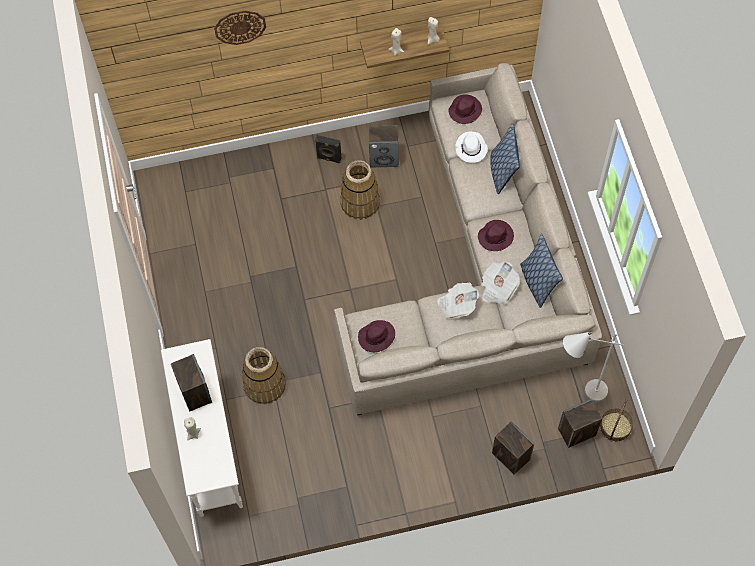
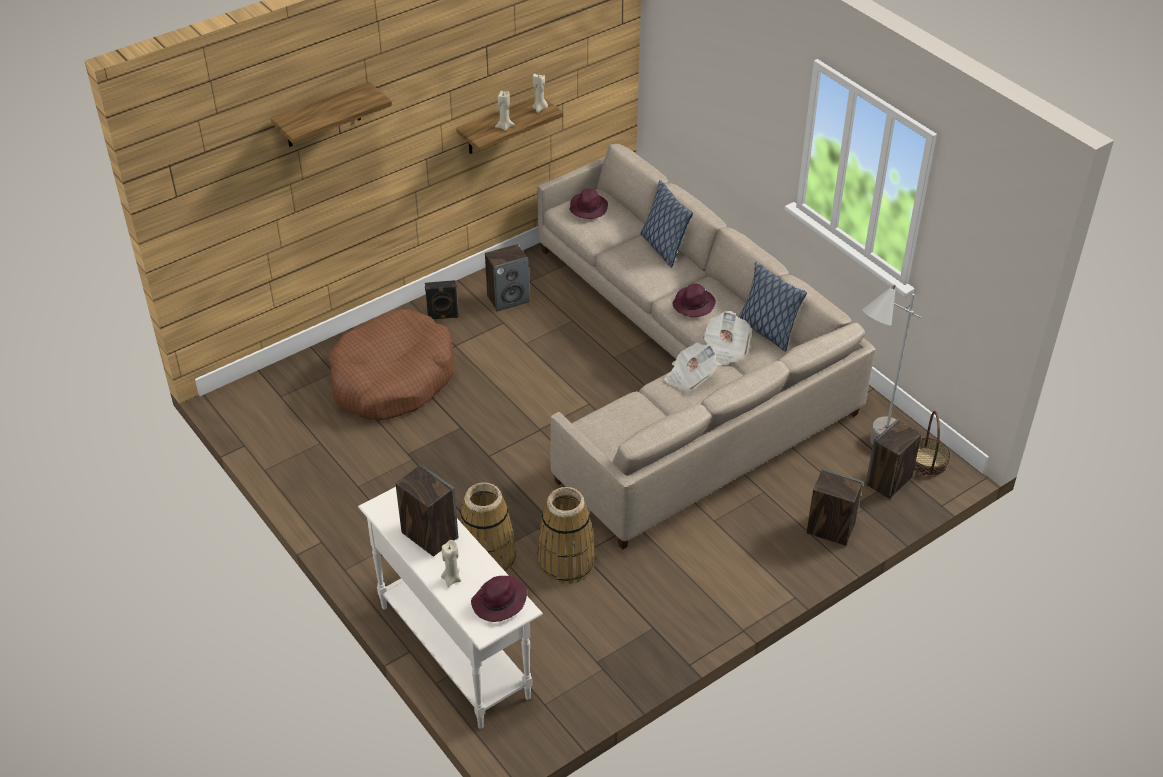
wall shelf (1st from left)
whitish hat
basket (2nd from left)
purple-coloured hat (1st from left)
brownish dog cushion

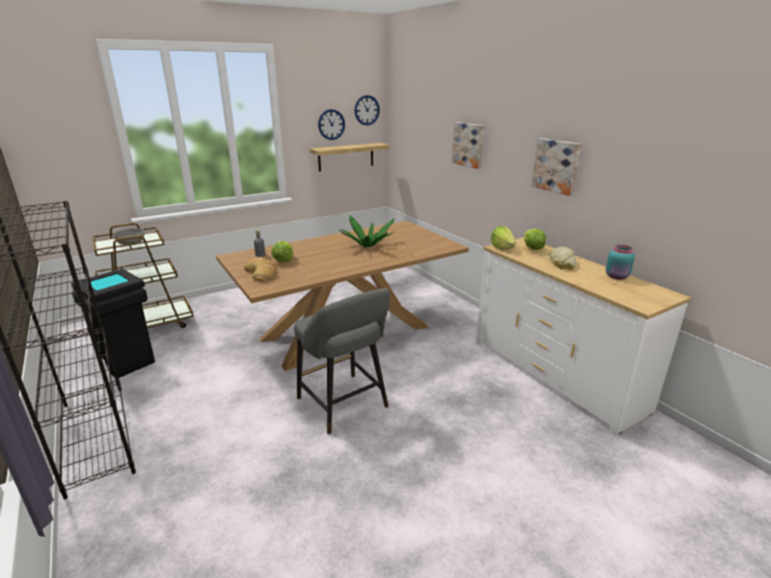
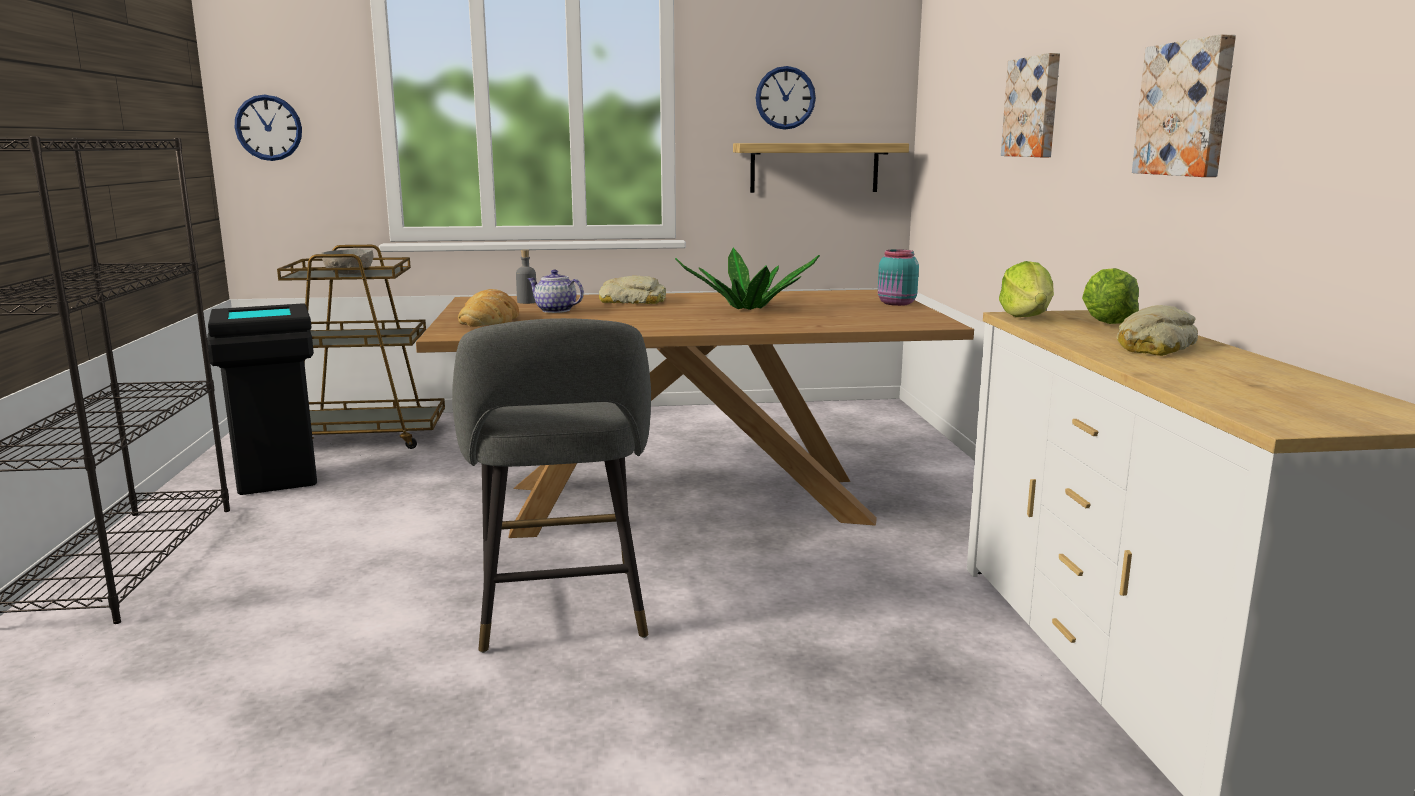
wall clock (1st from left)
tea pot
blue-green jar
bread (2nd from left)

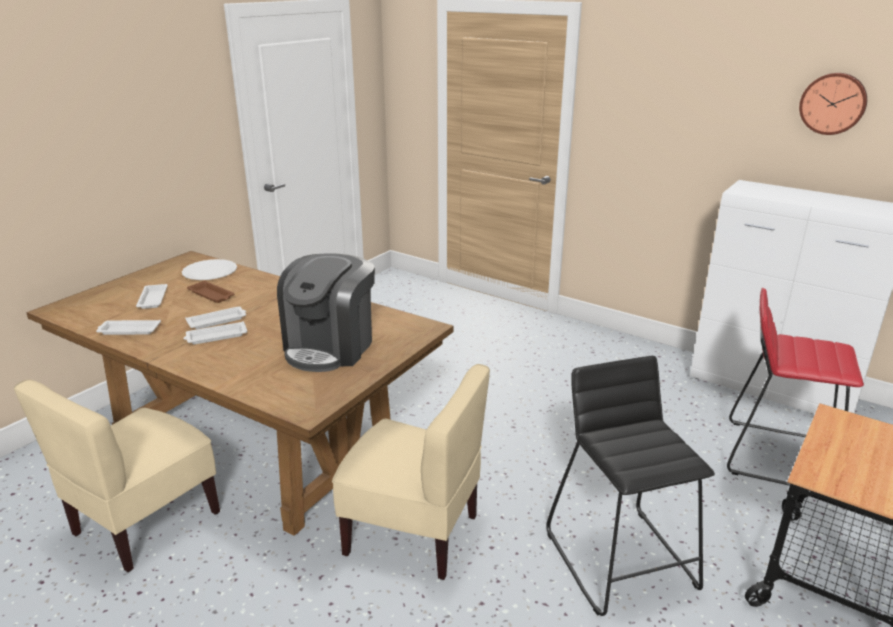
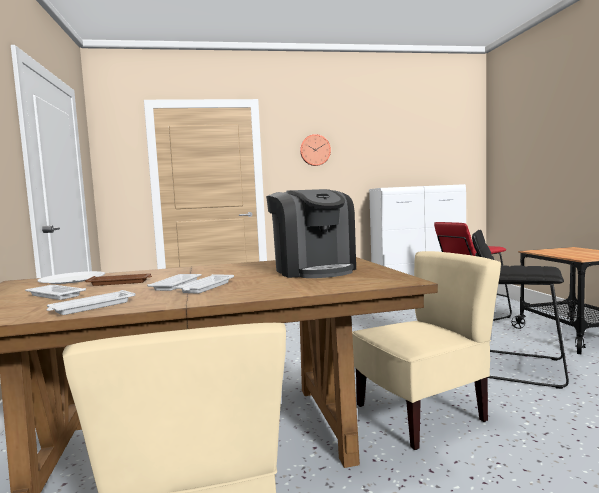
wall clock

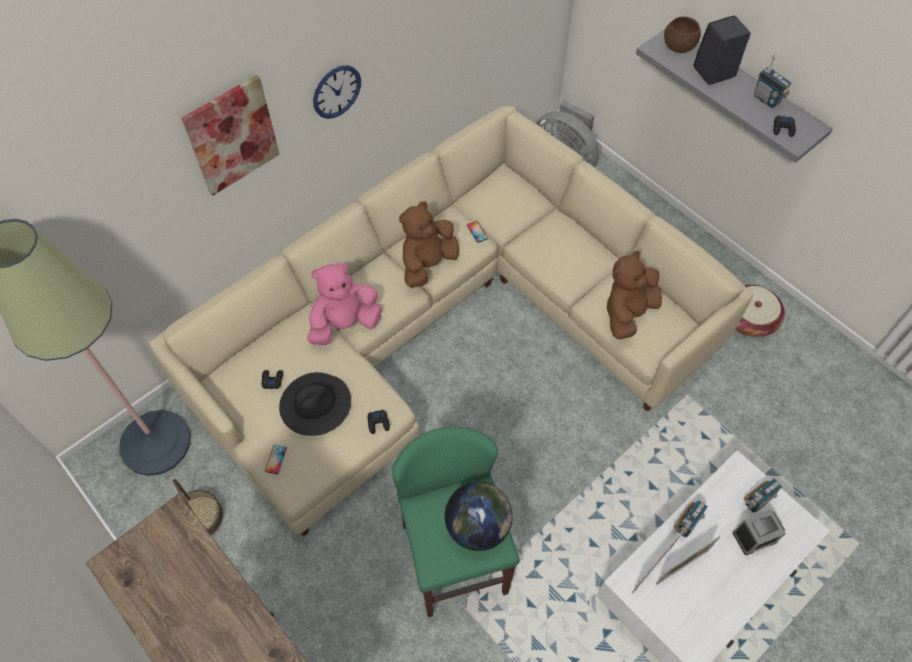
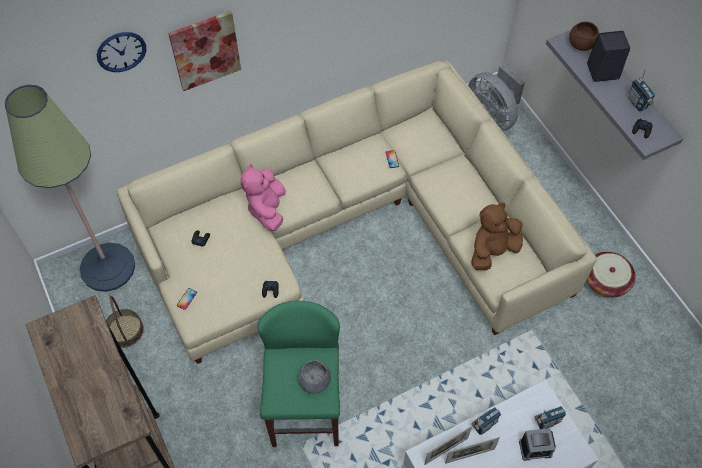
wall clock
brownish plush toy (1st from left in the first image)
pink plush toy
blackish hat
grey bowl

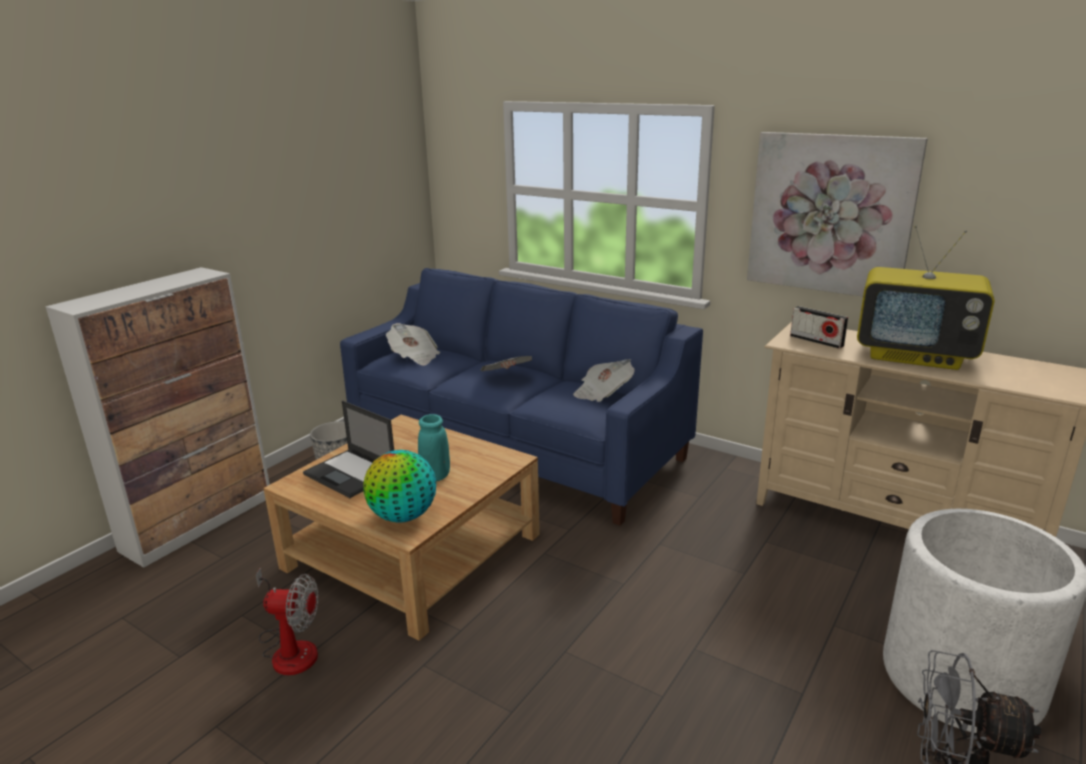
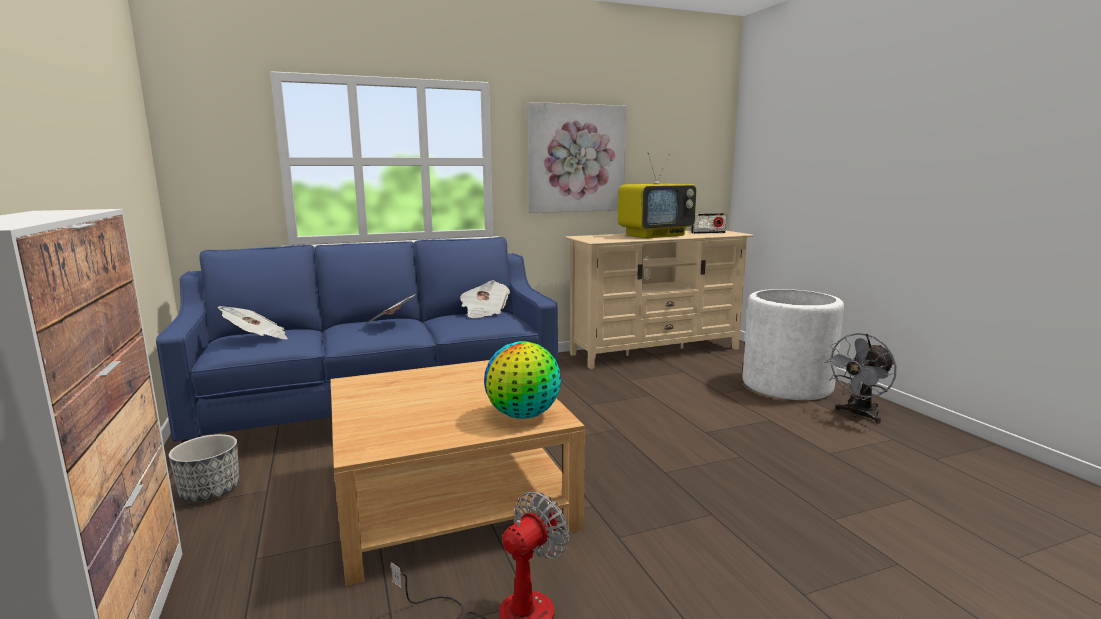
radio receiver
notebook computer
blue-green vase

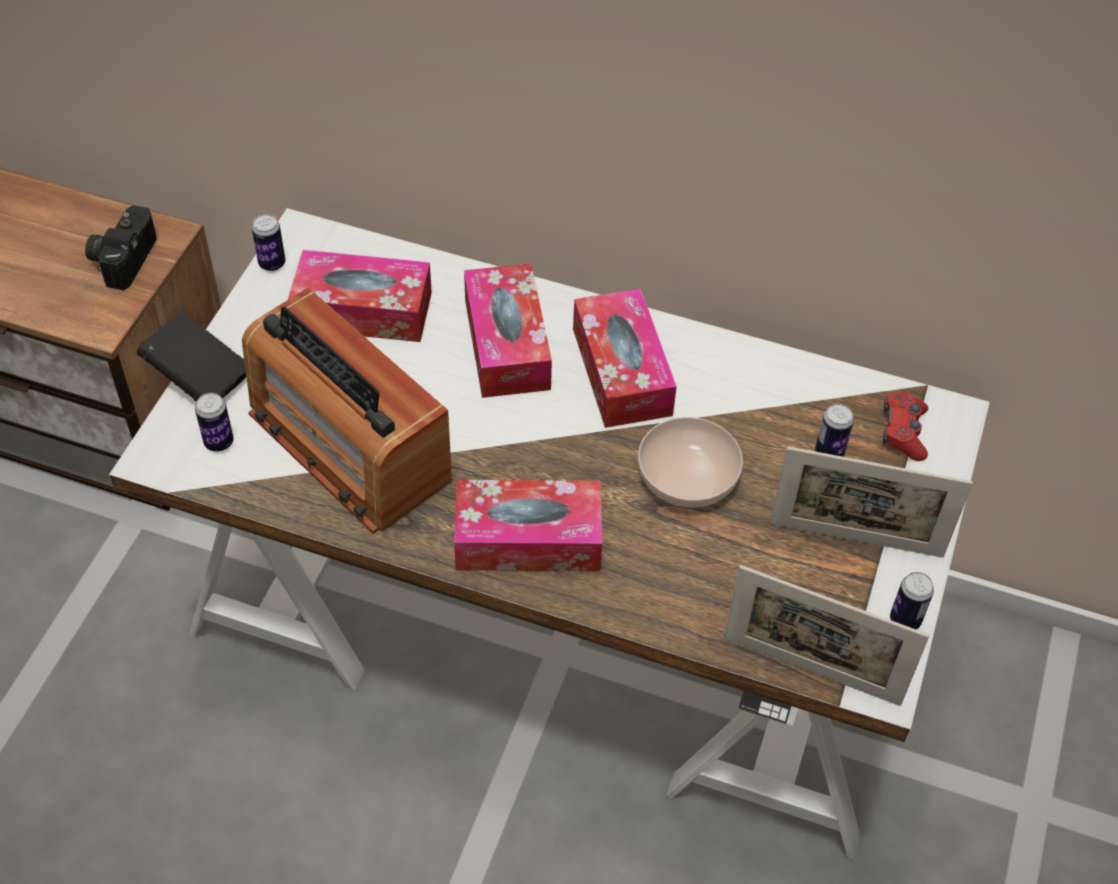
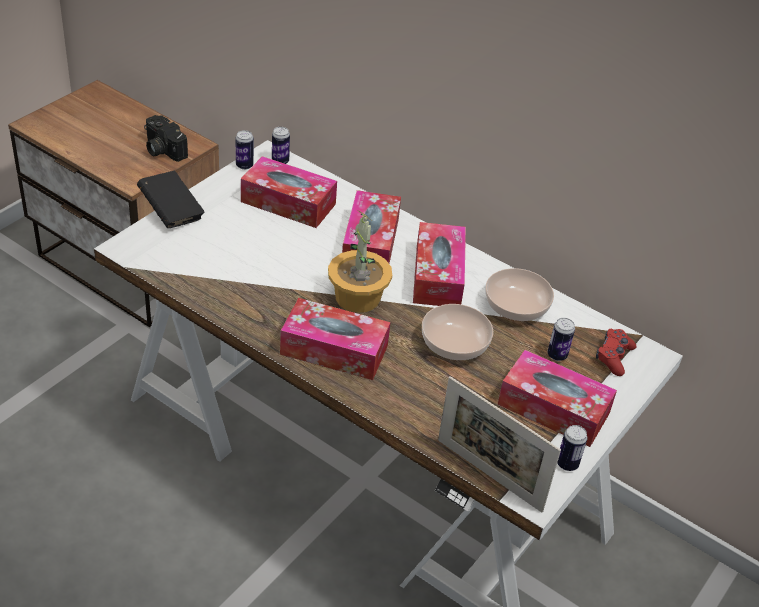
still camera
radio receiver
sealed can (2nd from left)
tissue box (5th from left)
plant in a pot
bowl (2nd from left)

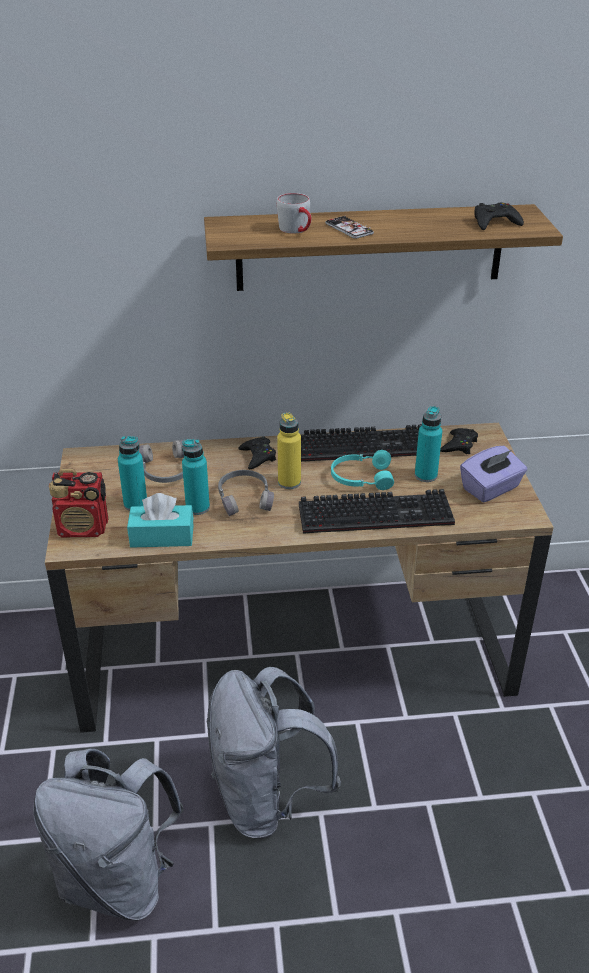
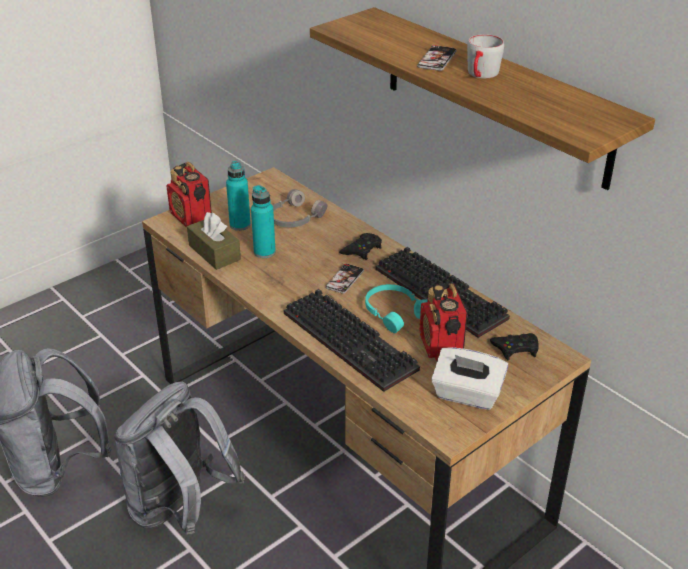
grey mug
blackish game controller (3rd from left in the first image)
radio receiver (2nd from left)
telephone (1st from left)
whitish tissue box
grey headset (2nd from left in the first image)
brownish tissue box

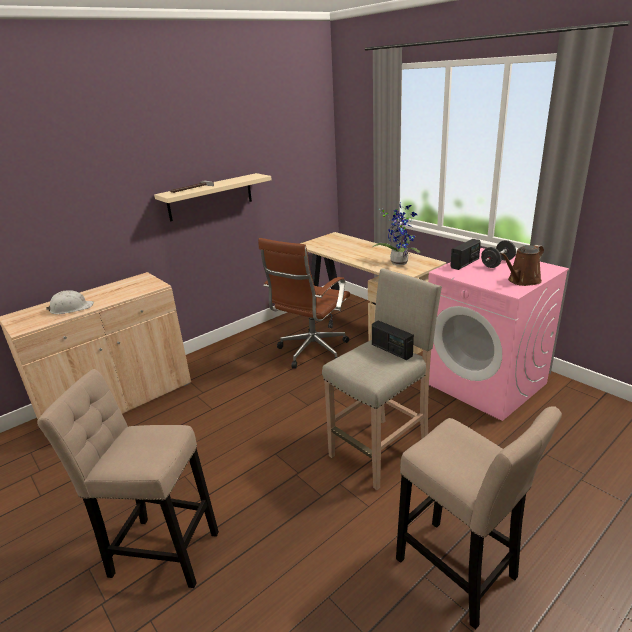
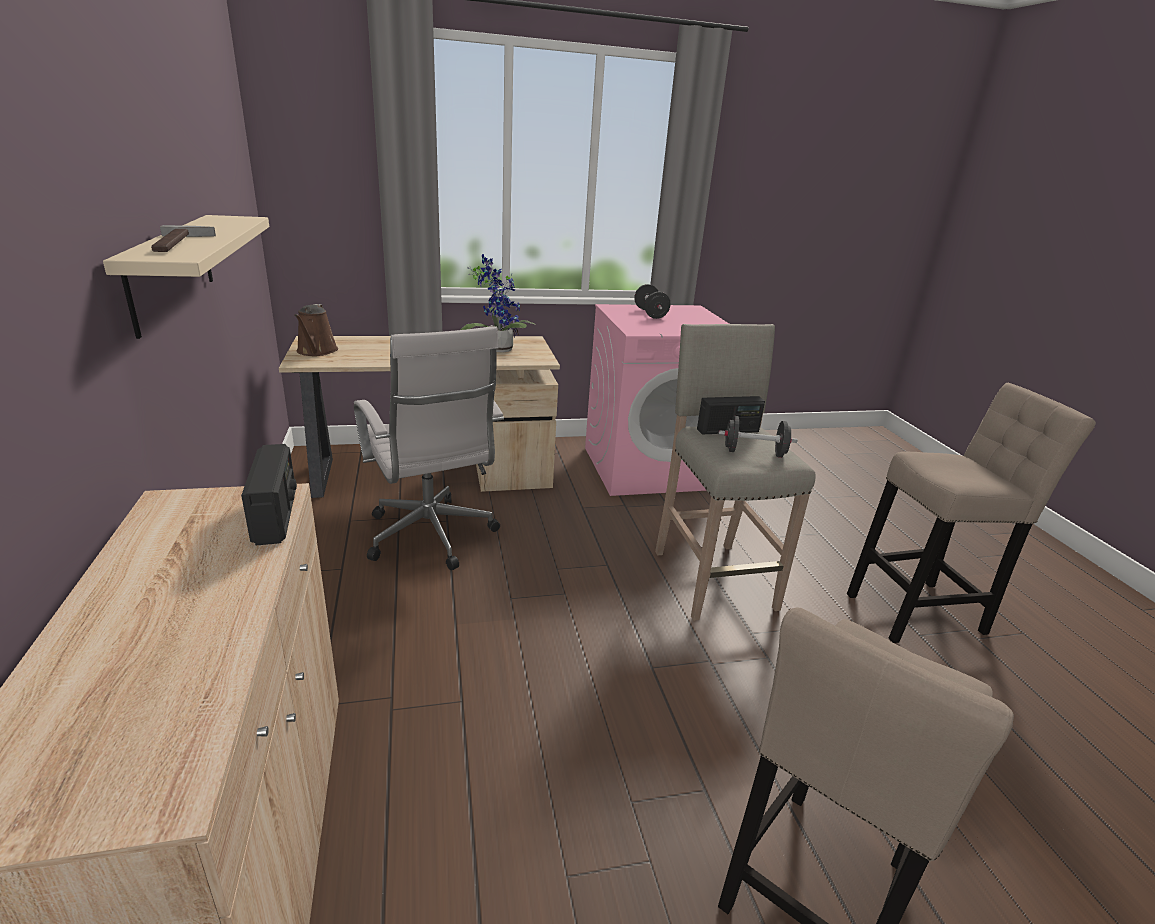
whitish desk chair
radio receiver (1st from left)
brownish sprinkling can
whitish hard hat
blackish hand weight (2nd from left)

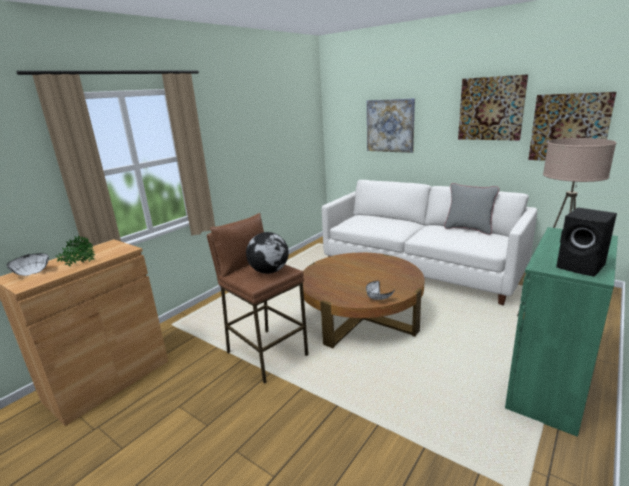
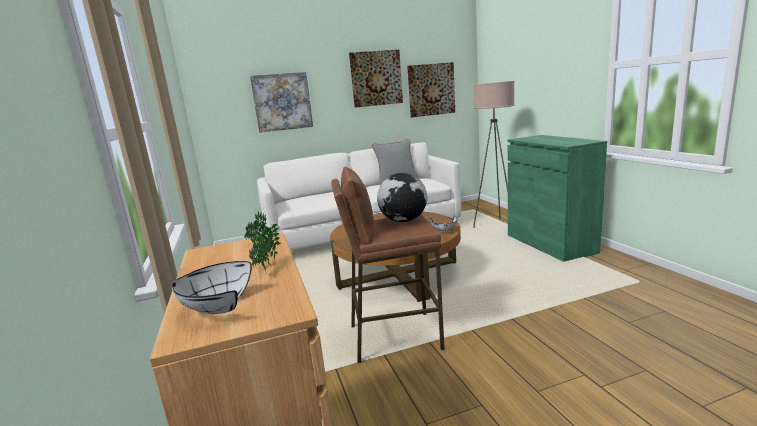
blackish loudspeaker

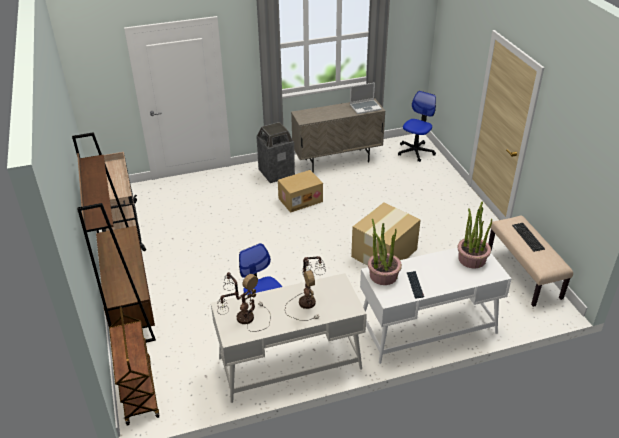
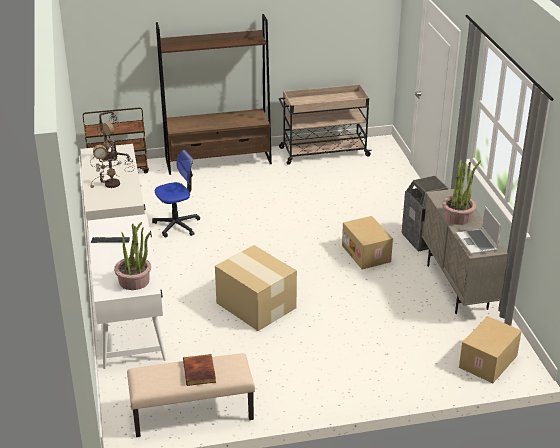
cardboard box (3rd from left)
plant in a pot (2nd from left)
bound book

